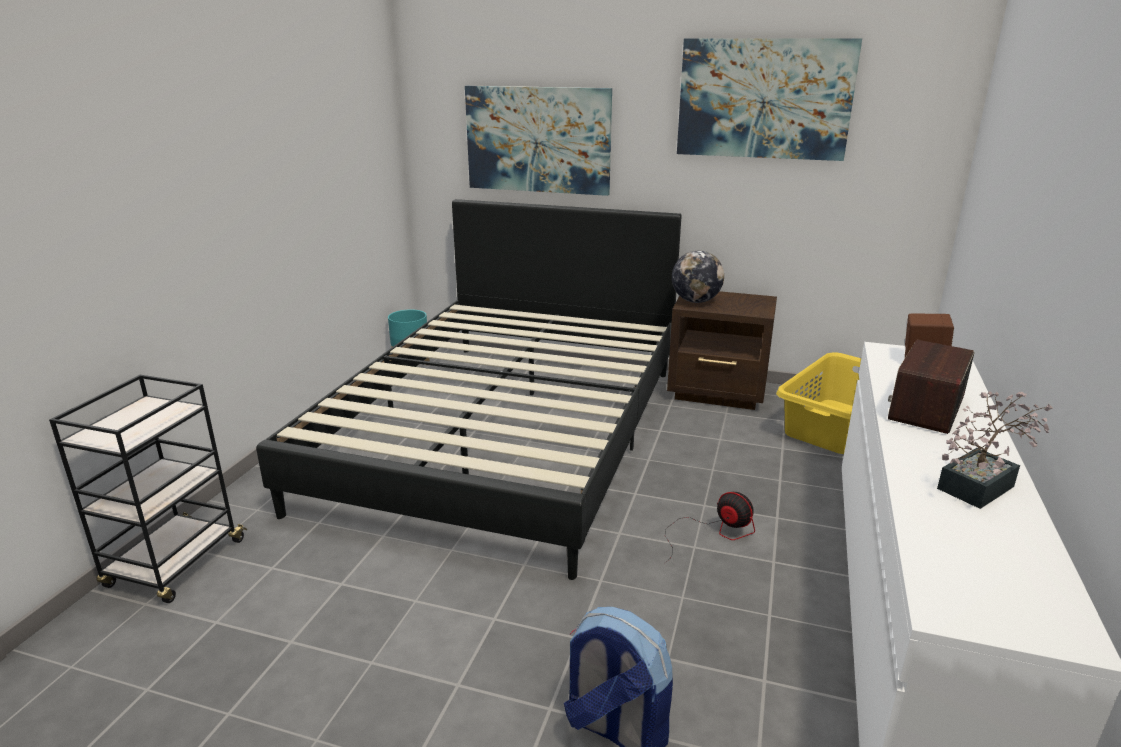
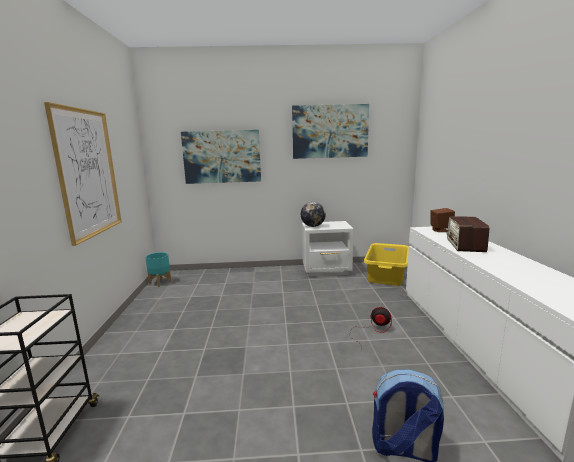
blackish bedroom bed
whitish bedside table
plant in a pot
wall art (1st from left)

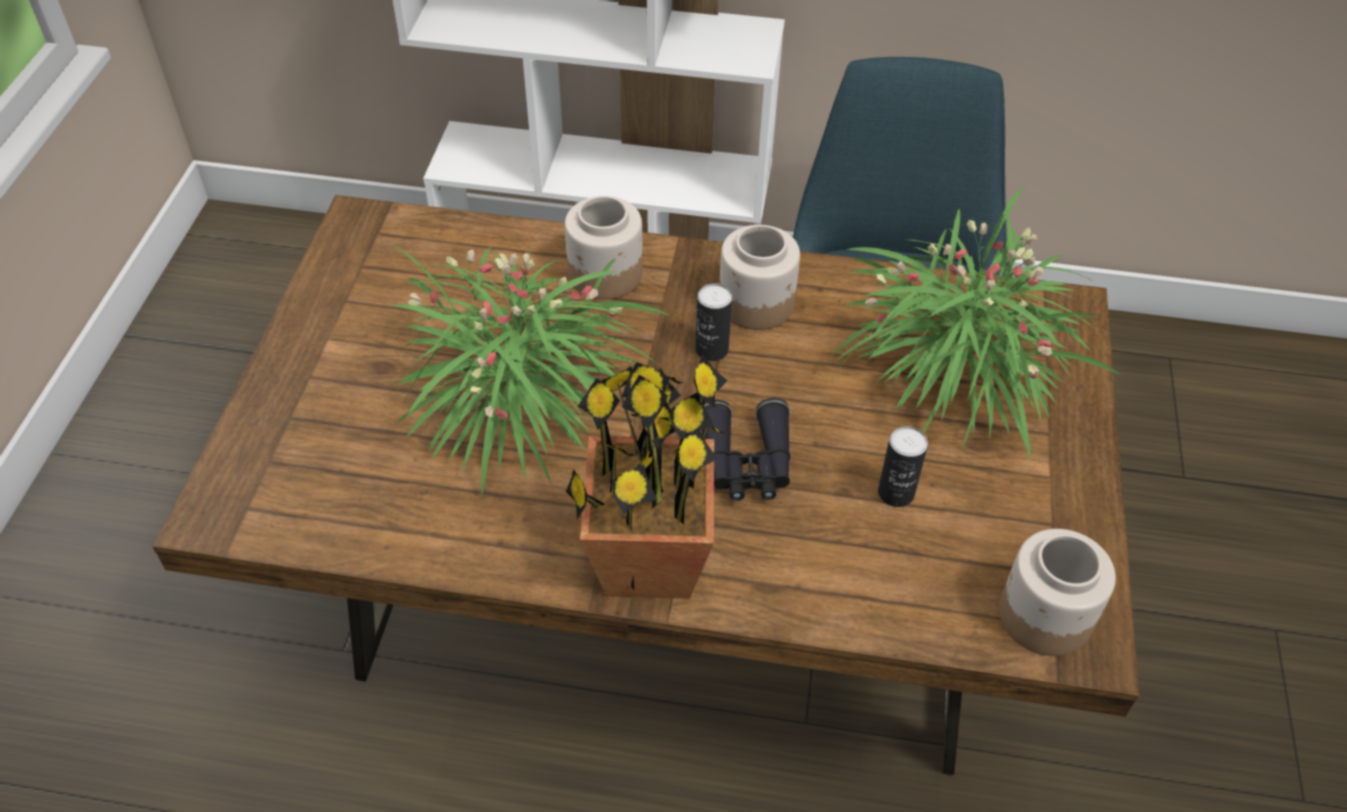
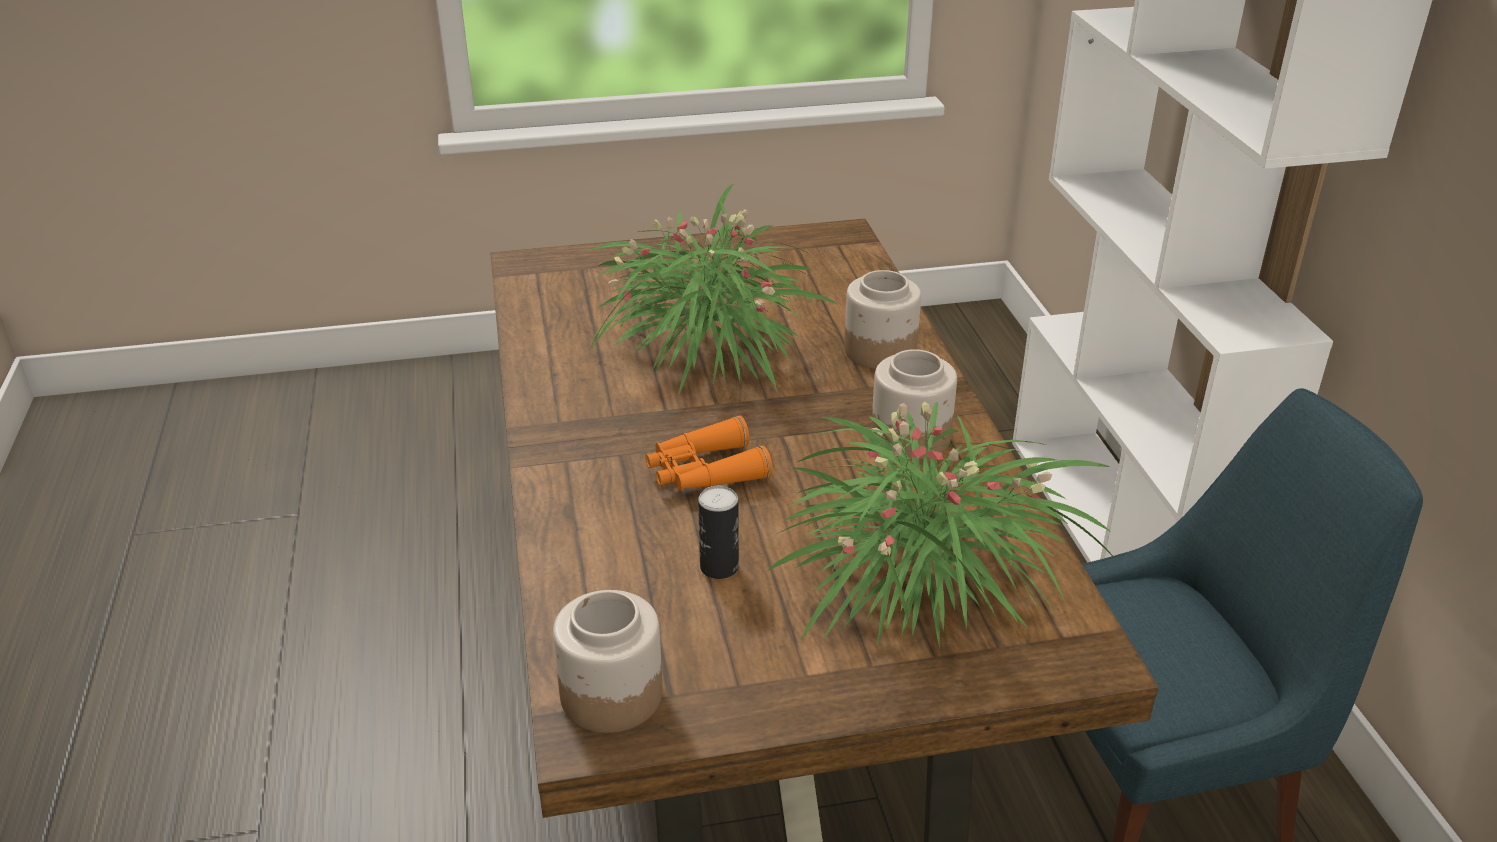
sealed can (1st from left in the first image)
plant in a pot (2nd from left in the first image)
orange field glasses

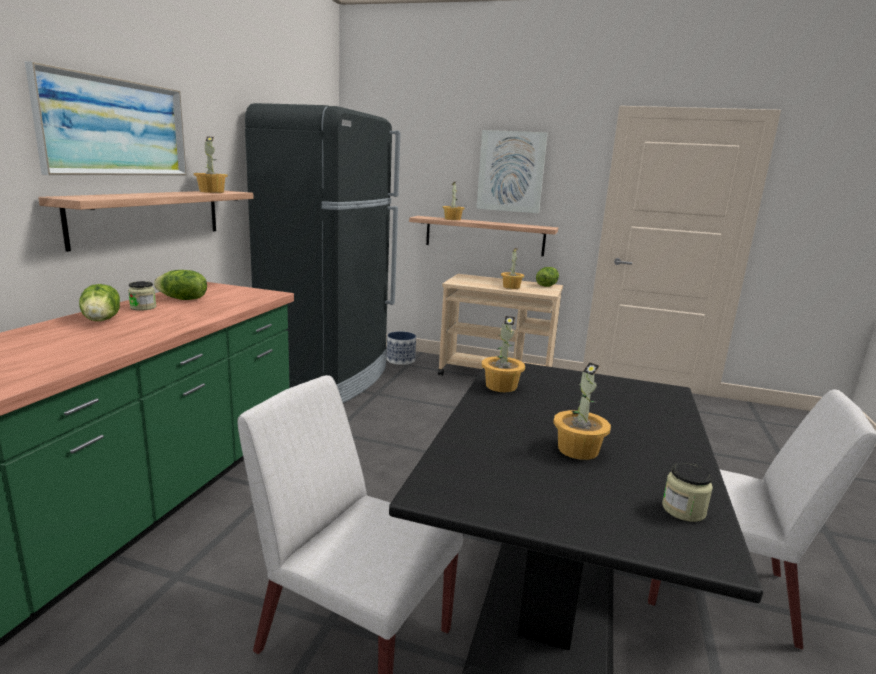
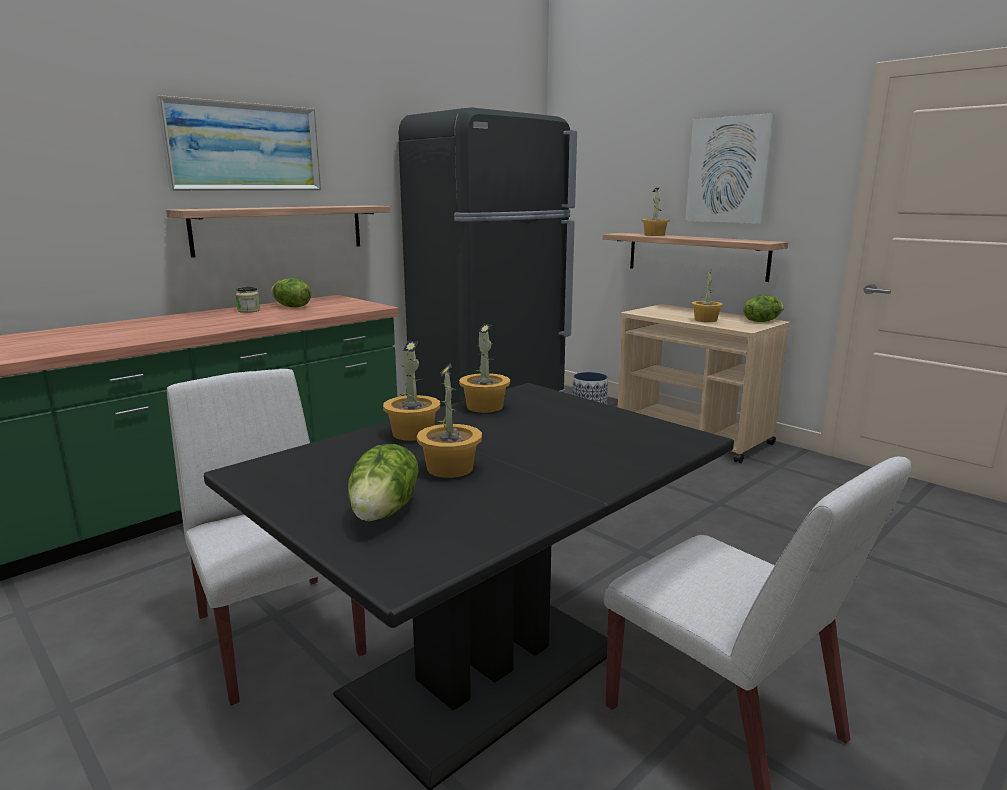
plant in a pot (1st from left)
head of lettuce (2nd from left)
jar (2nd from left in the first image)

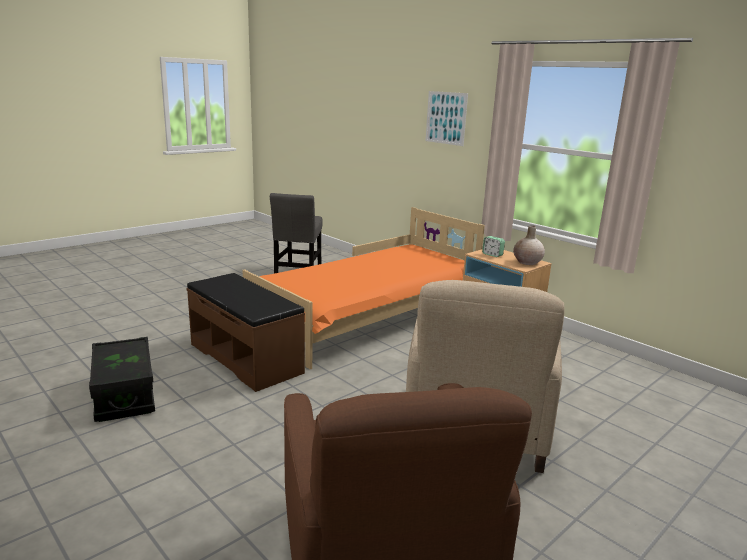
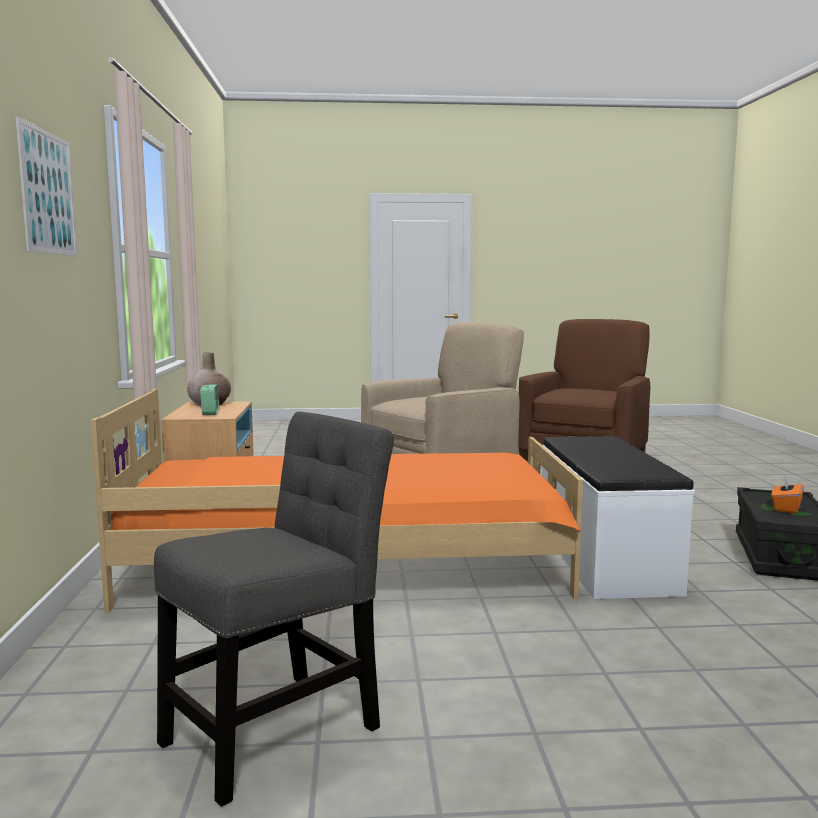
whitish indoor bench
orange tissue box

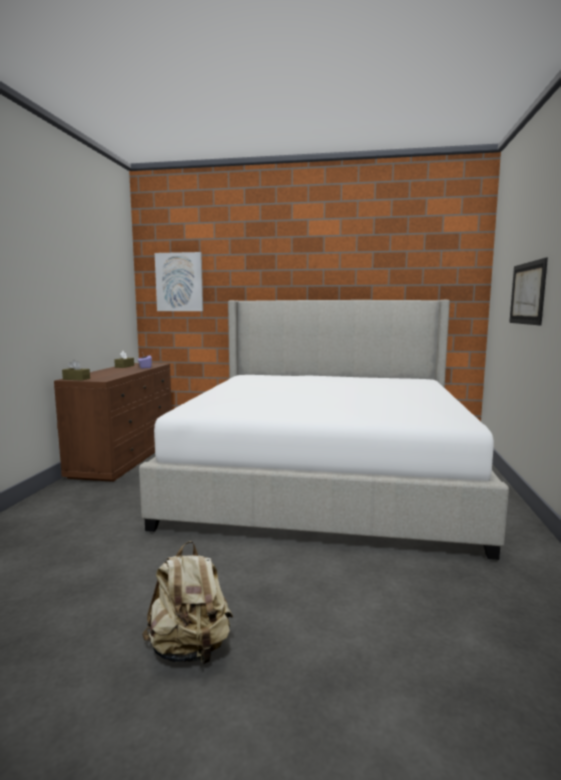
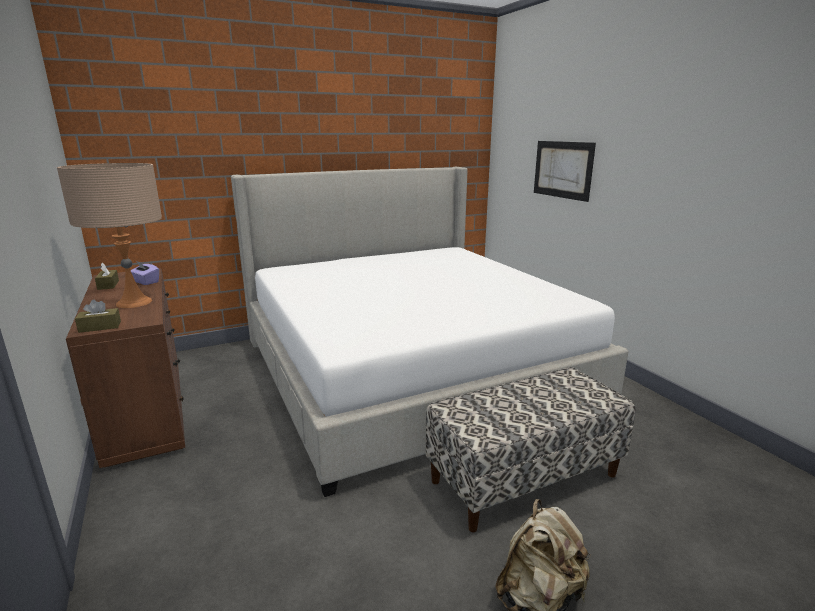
wall art (1st from left in the first image)
sand-coloured table lamp
indoor bench

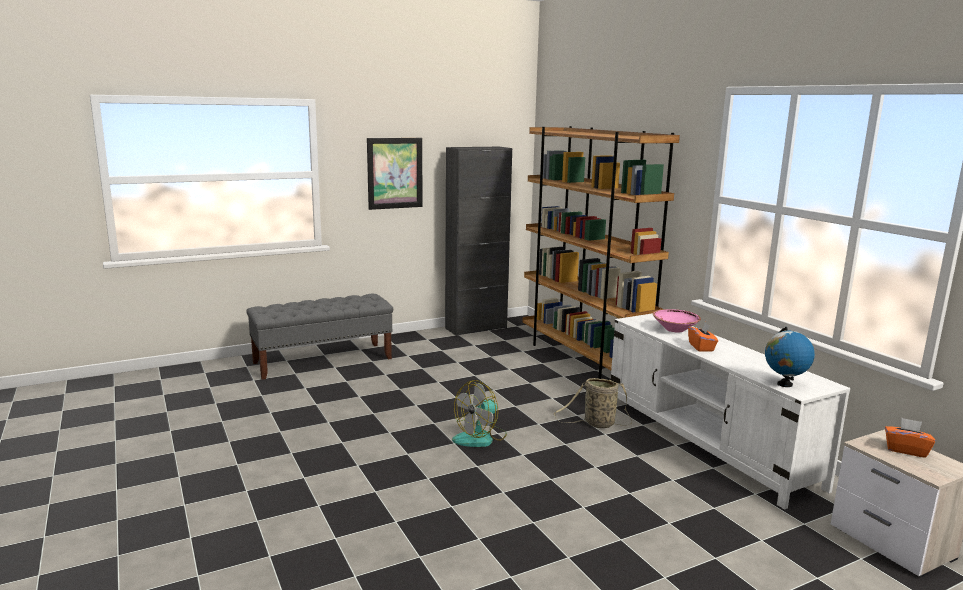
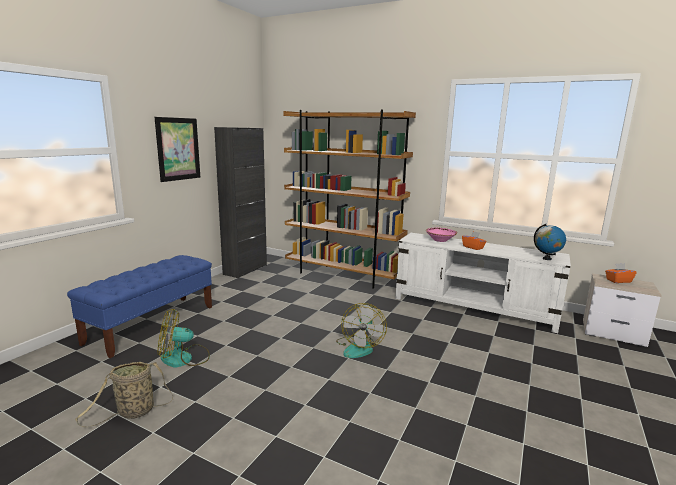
bluish indoor bench
basket
cooling fan (1st from left)

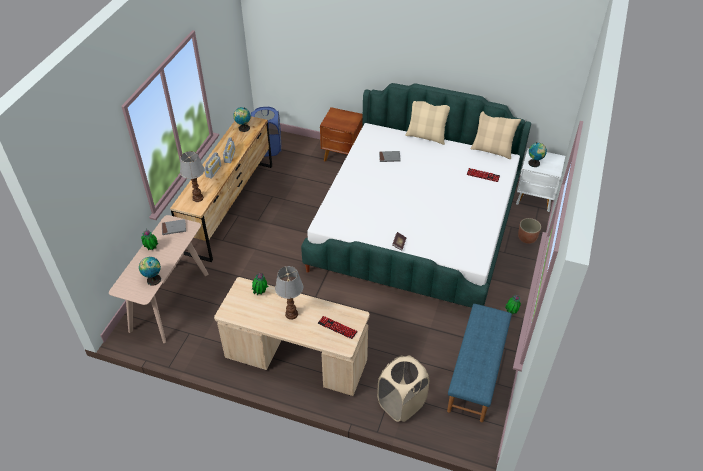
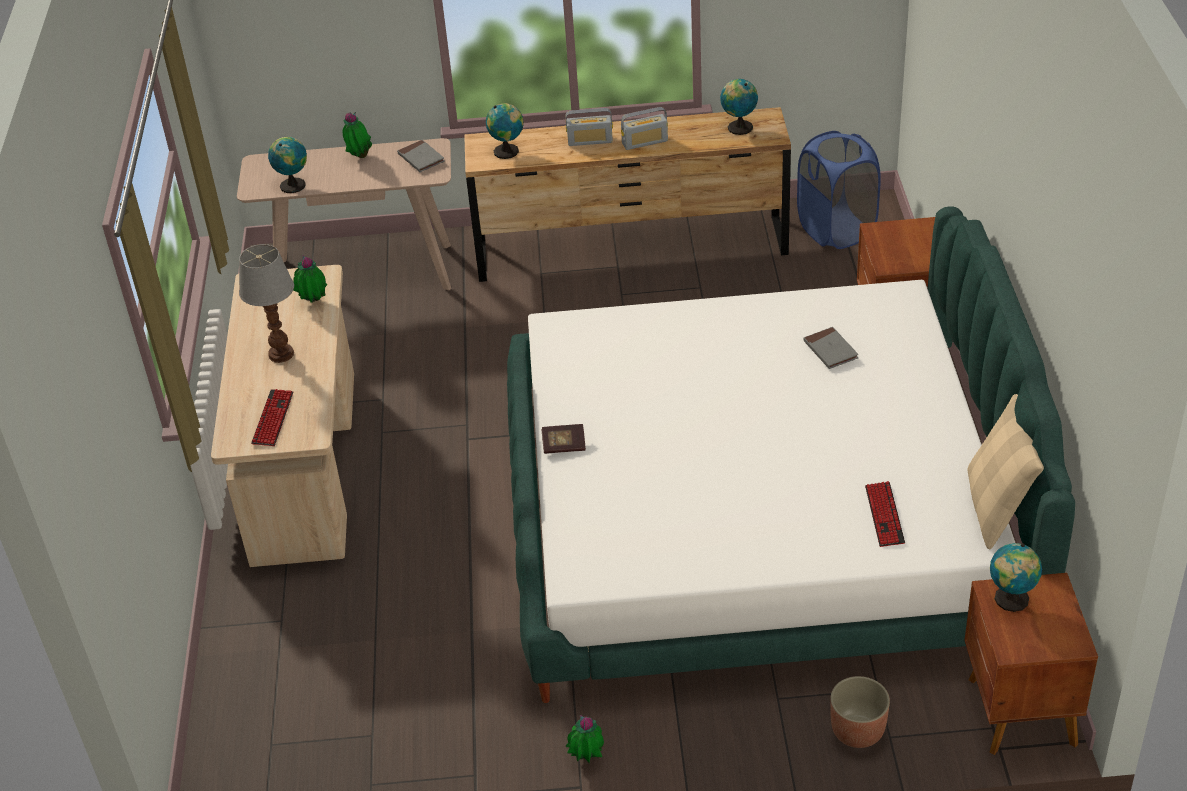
sand-coloured throw pillow (1st from left in the first image)
brownish bedside table (2nd from left)
desk globe (2nd from left)
bluish indoor bench
sand-coloured hamper

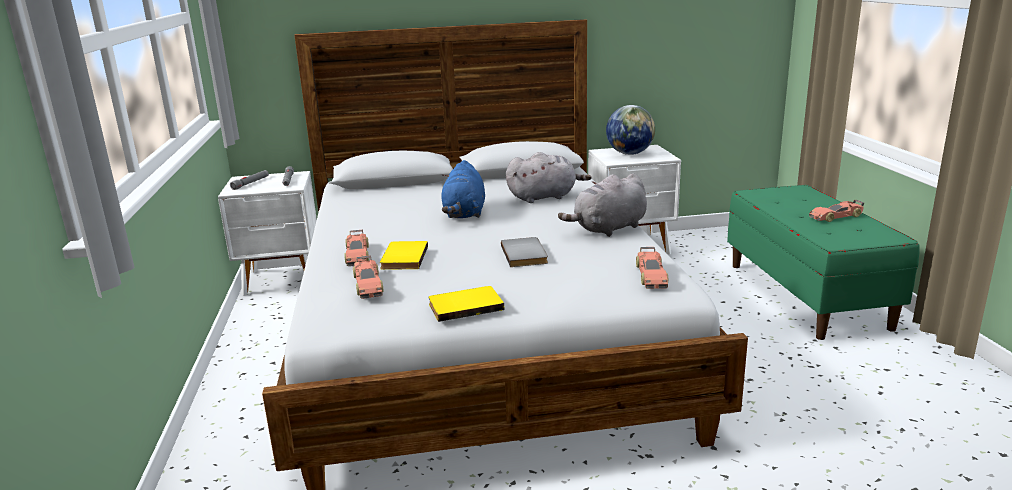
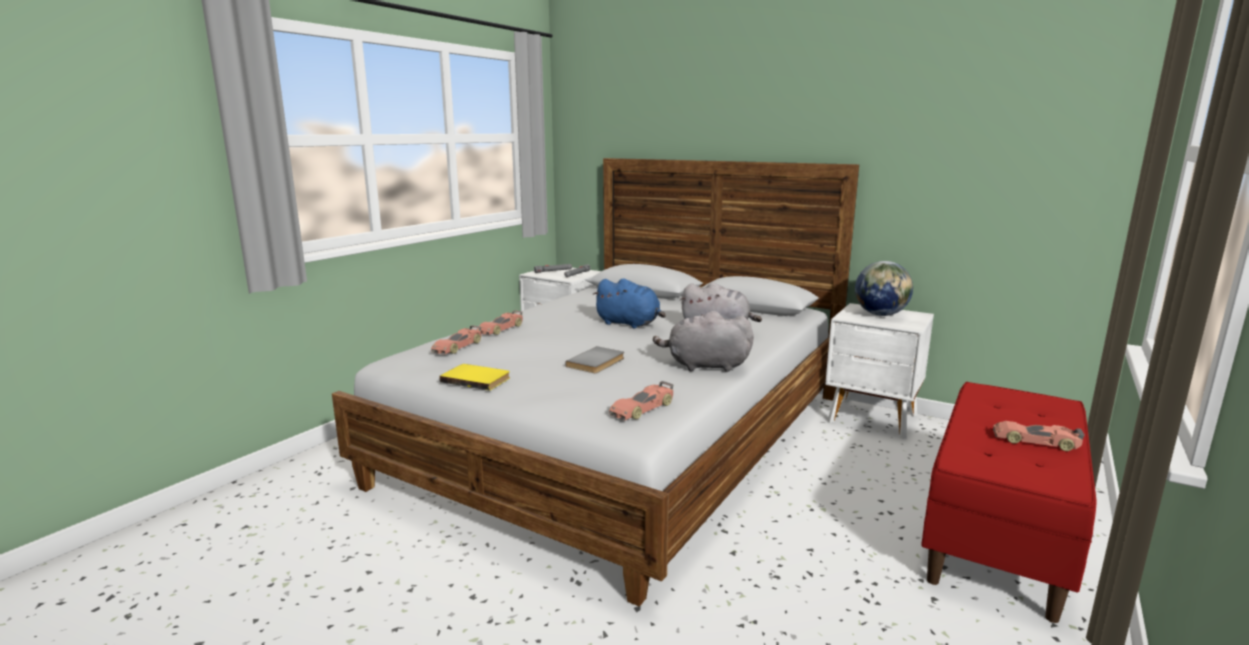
bluish plush toy
reddish indoor bench
yellow bound book (1st from left in the first image)

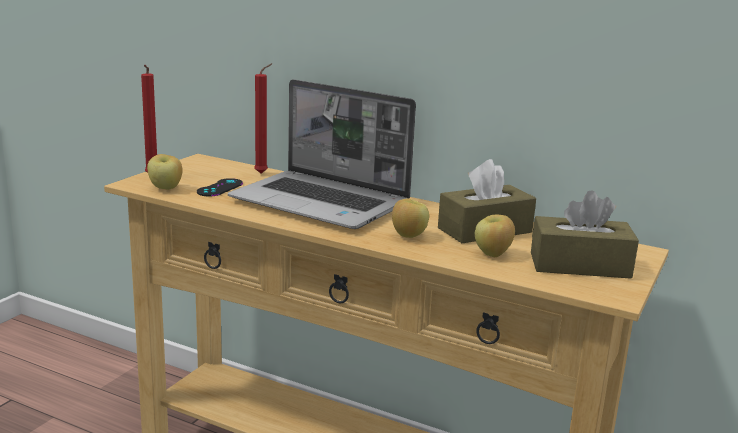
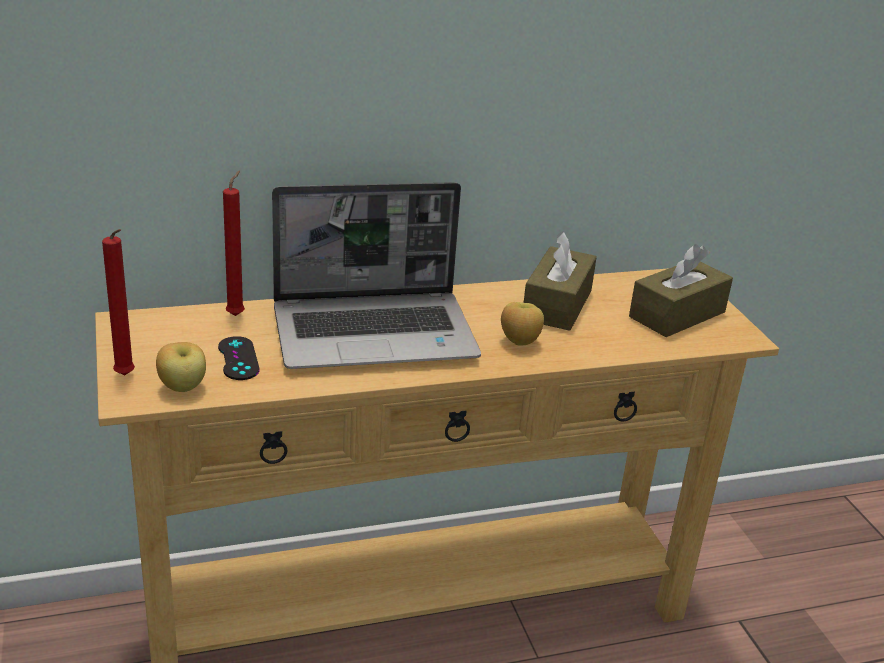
apple fruit (3rd from left in the first image)

